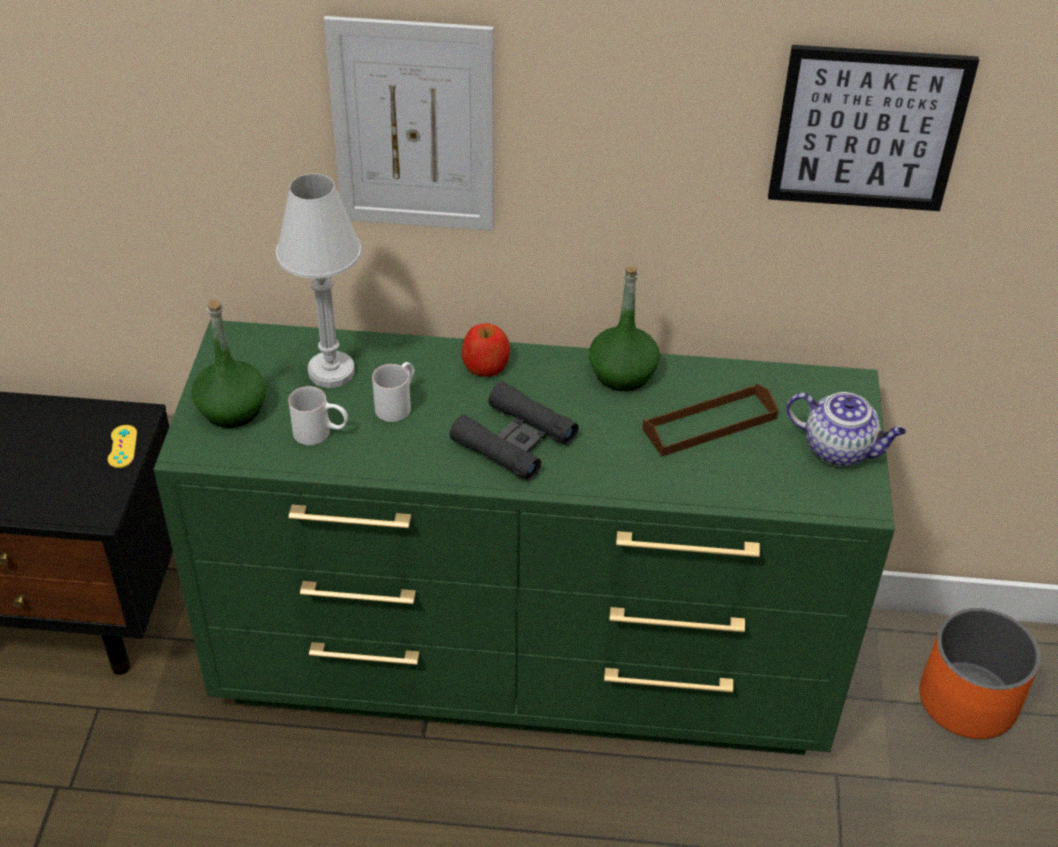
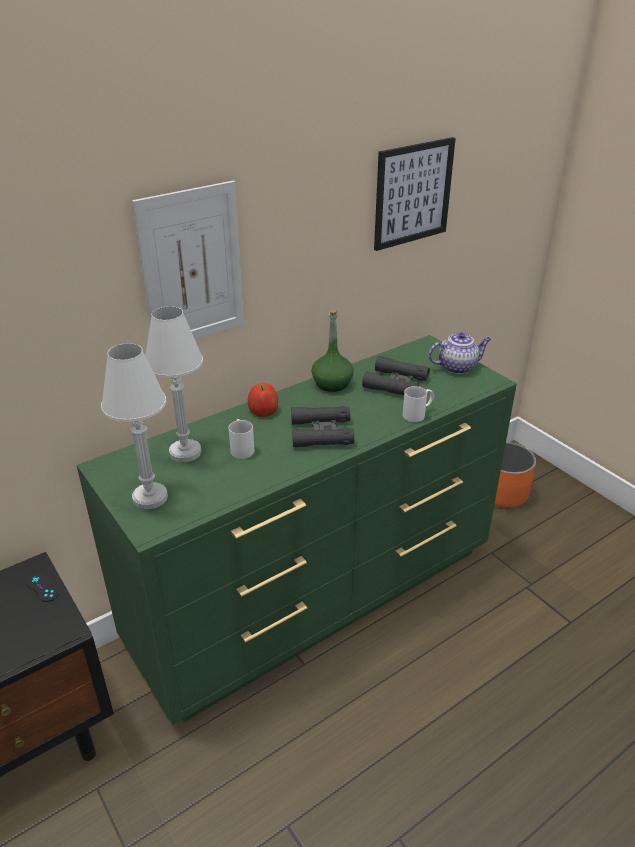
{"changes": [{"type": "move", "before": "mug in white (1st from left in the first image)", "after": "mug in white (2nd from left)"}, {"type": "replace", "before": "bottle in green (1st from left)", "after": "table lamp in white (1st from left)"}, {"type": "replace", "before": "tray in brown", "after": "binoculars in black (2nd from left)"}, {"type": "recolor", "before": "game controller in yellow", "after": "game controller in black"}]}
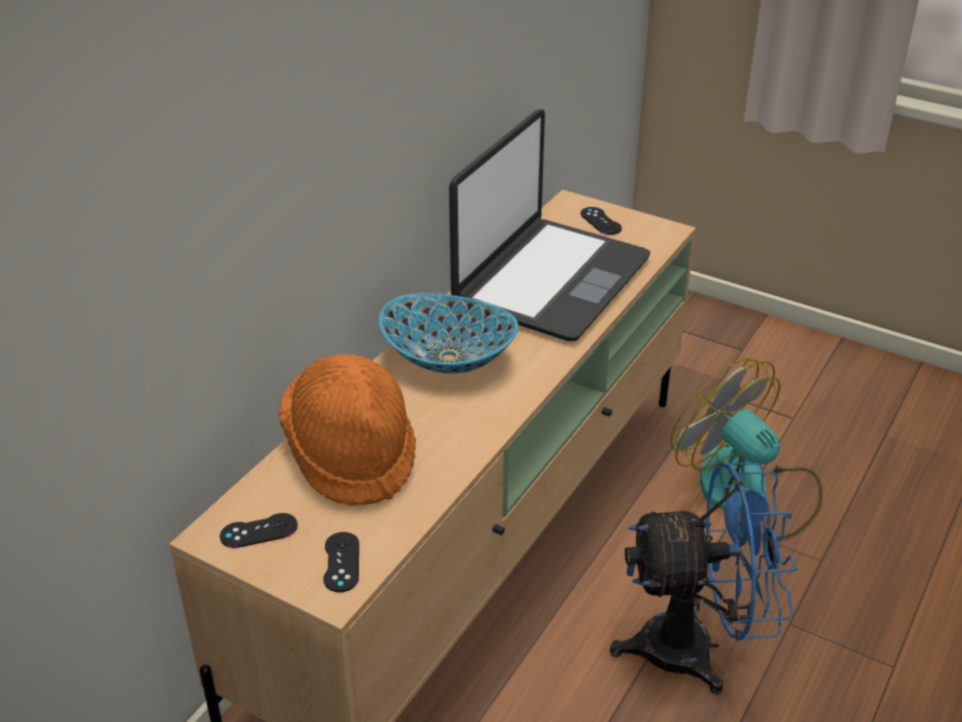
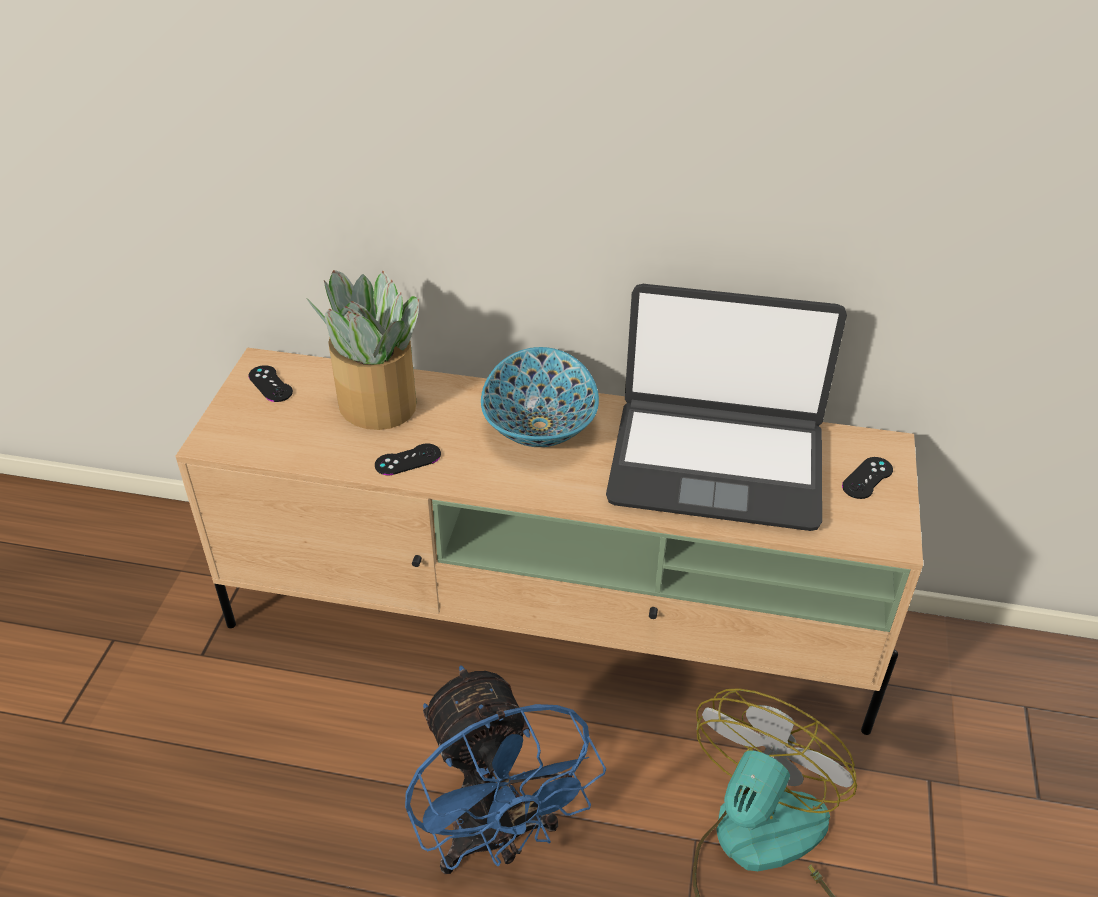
{"changes": [{"type": "move", "before": "game controller in black (2nd from left)"}, {"type": "replace", "before": "hat in orange", "after": "potted plant"}]}
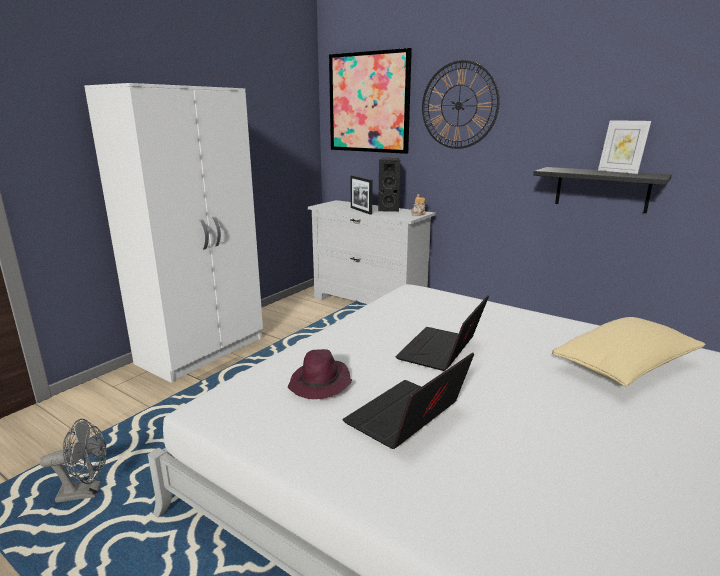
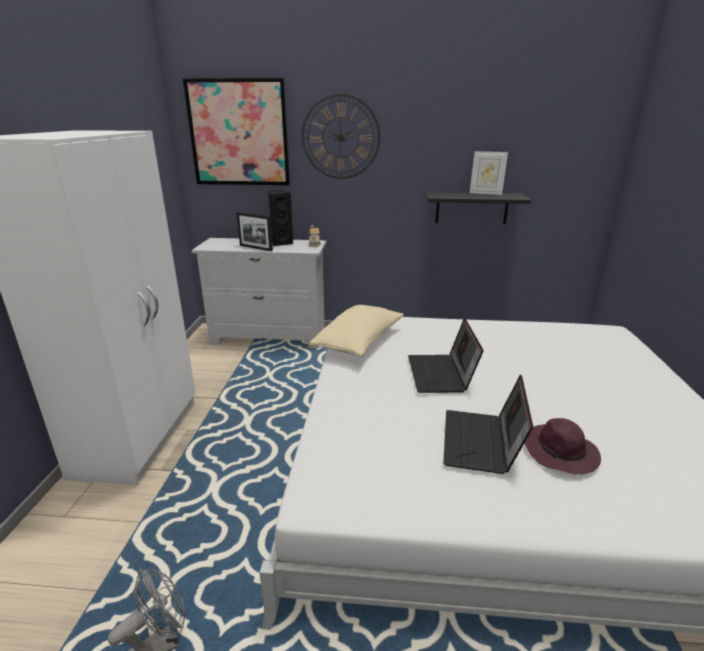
{"changes": [{"type": "move", "before": "hat in purple"}, {"type": "move", "before": "pillow in beige"}]}
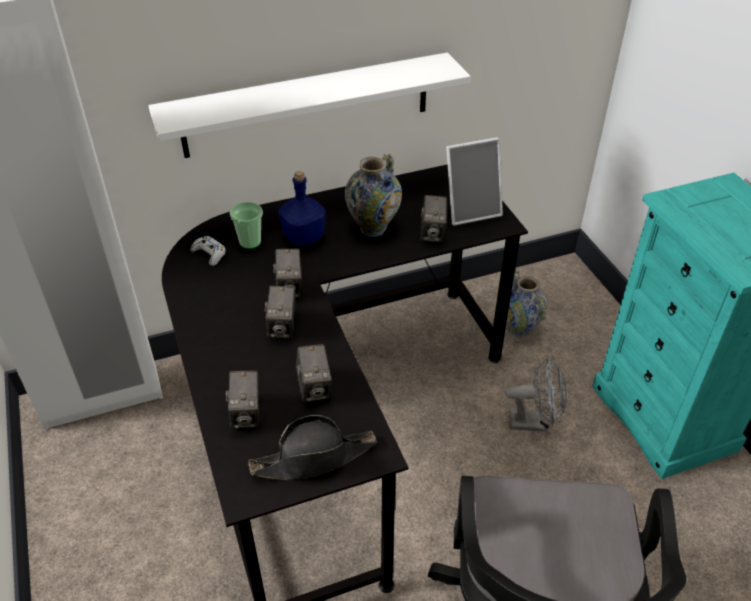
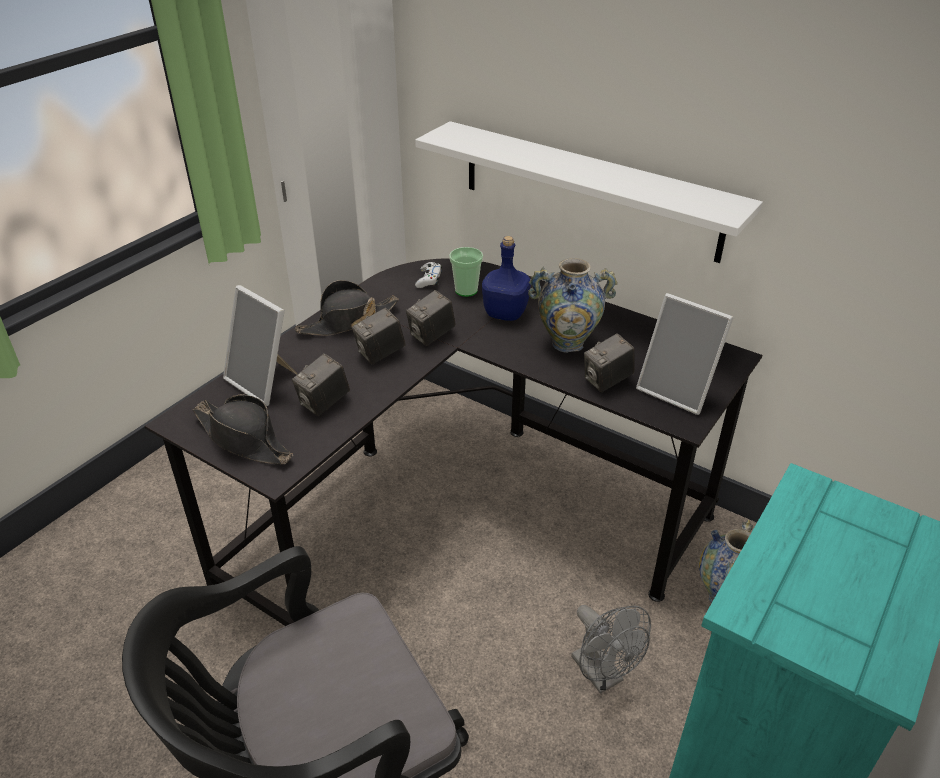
{"changes": [{"type": "insert", "after": "hat in black (2nd from left)"}, {"type": "replace", "before": "photo camera (1st from left)", "after": "picture frame (1st from left)"}]}
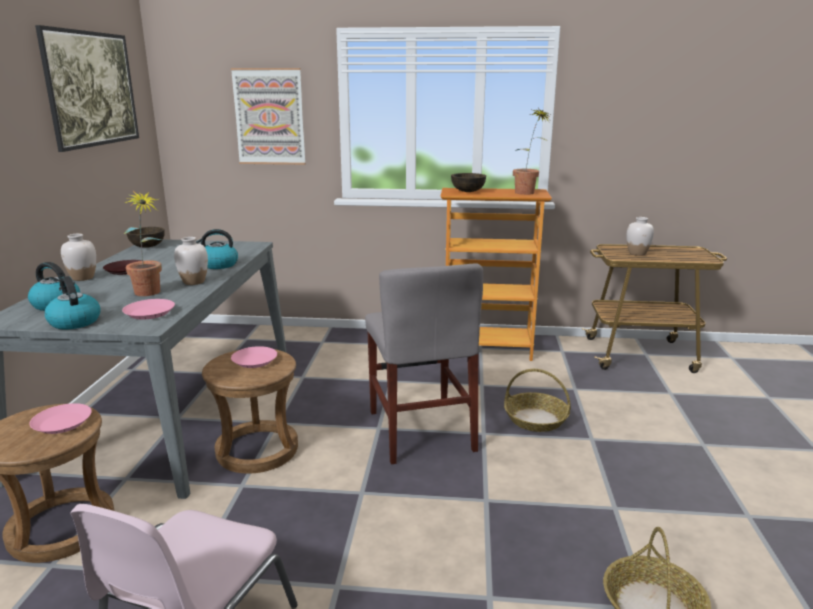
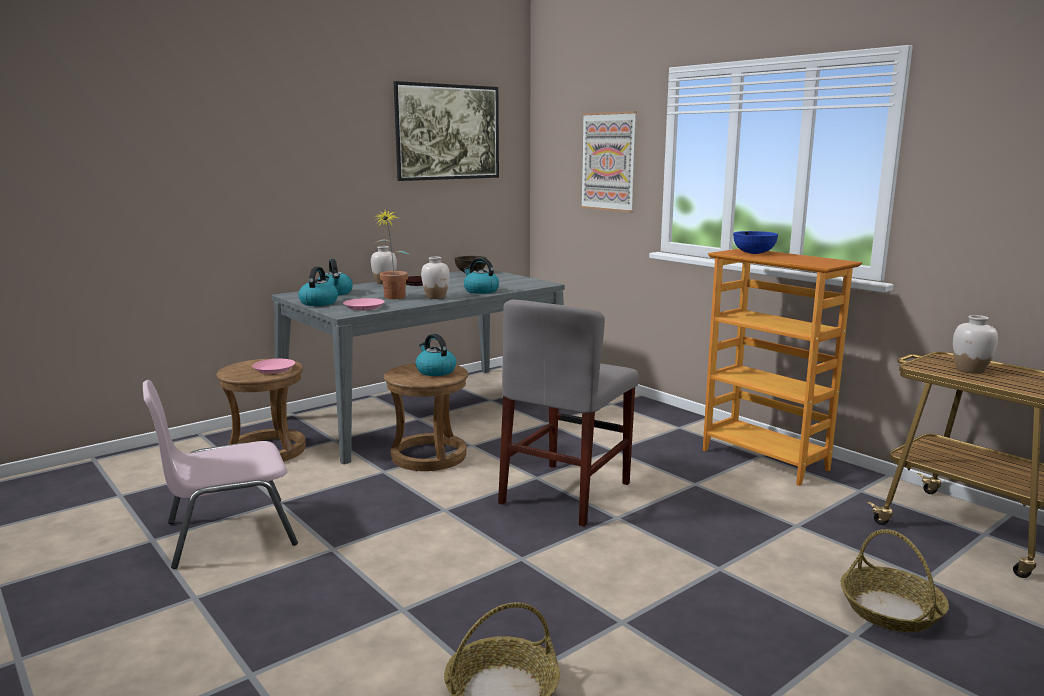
{"changes": [{"type": "delete", "before": "potted plant (2nd from left)"}, {"type": "move", "before": "basket (1st from left in the first image)", "after": "basket (2nd from left)"}, {"type": "replace", "before": "plate in pink (3rd from left)", "after": "kettle (3rd from left)"}, {"type": "recolor", "before": "bowl in brown (2nd from left)", "after": "bowl in blue"}]}
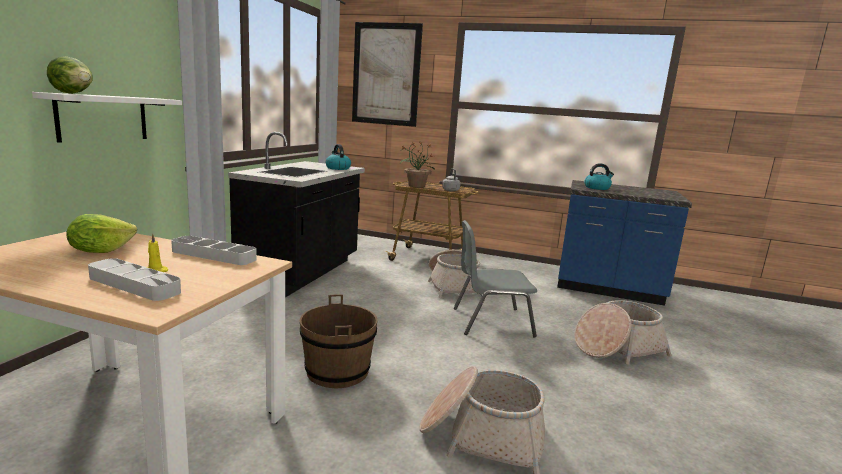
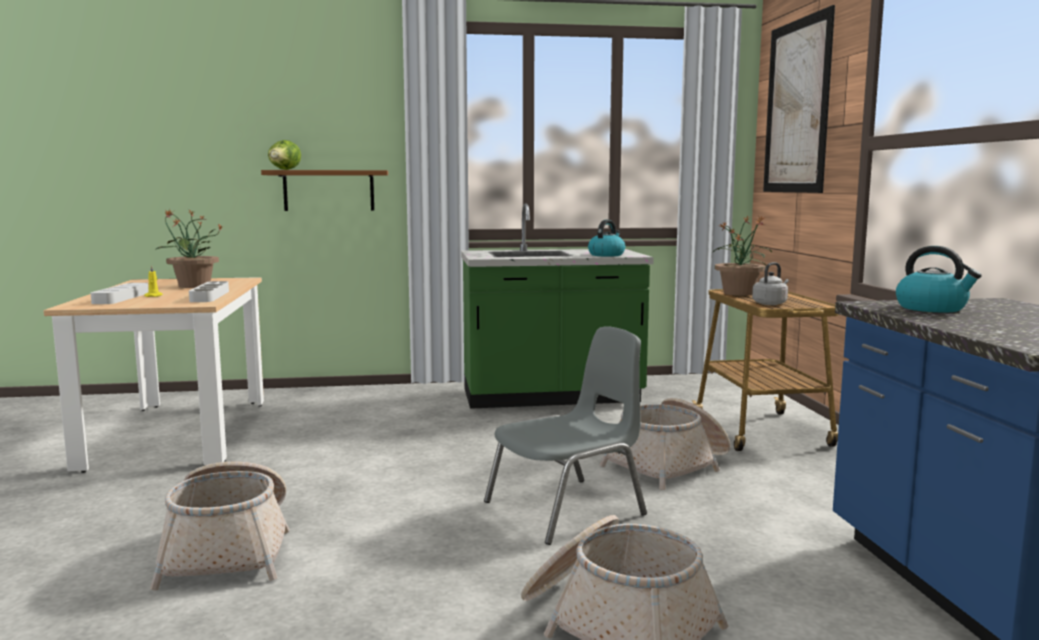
{"changes": [{"type": "delete", "before": "bucket in brown"}, {"type": "replace", "before": "lettuce (2nd from left)", "after": "potted plant (1st from left)"}, {"type": "recolor", "before": "shelf in white", "after": "shelf in brown"}, {"type": "recolor", "before": "counter in black", "after": "counter in green"}, {"type": "rotate", "before": "chair in grey", "turn": 90}]}
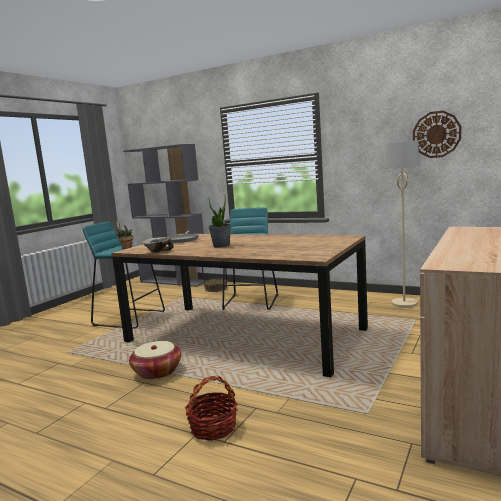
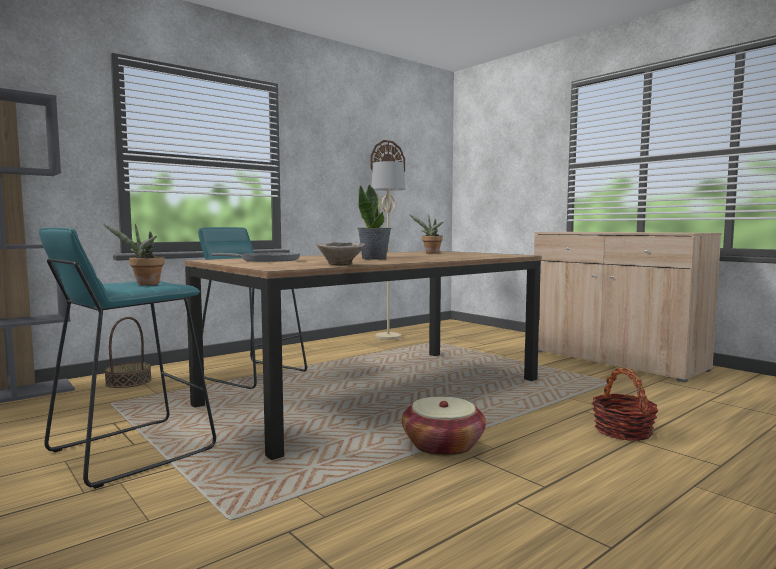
{"changes": [{"type": "insert", "after": "potted plant (3rd from left)"}]}
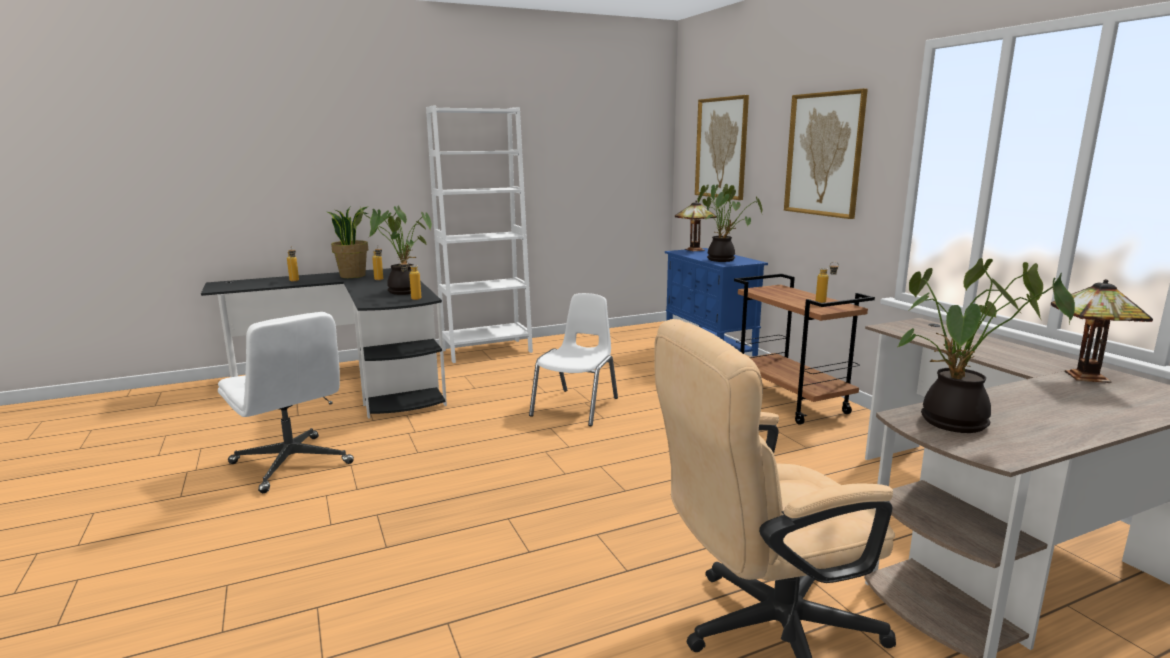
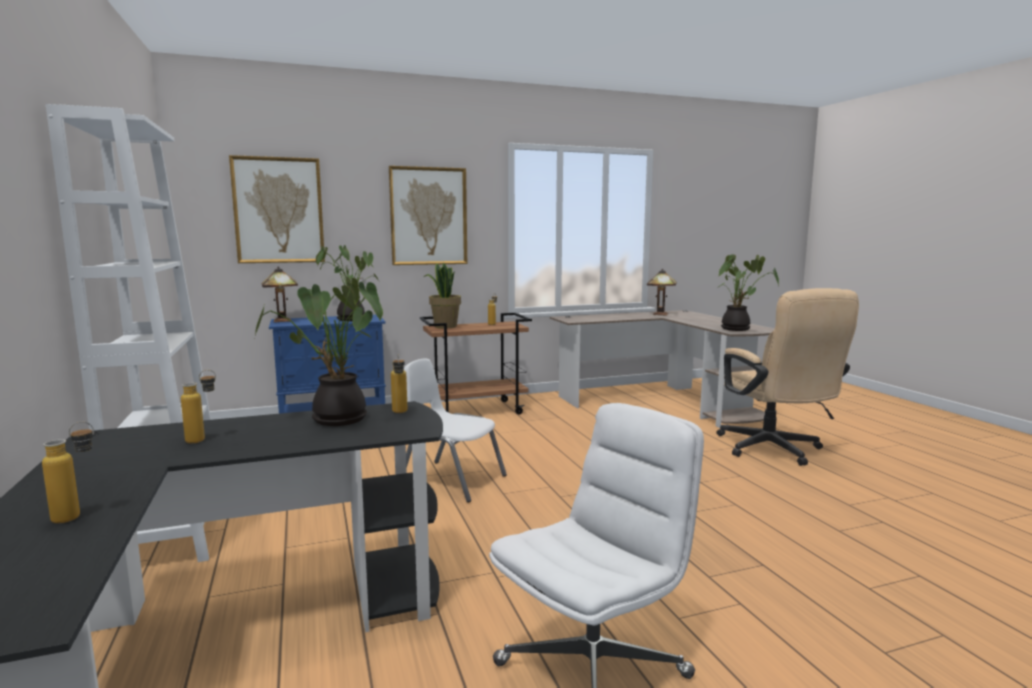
{"changes": [{"type": "move", "before": "potted plant (1st from left in the first image)", "after": "potted plant (3rd from left)"}]}
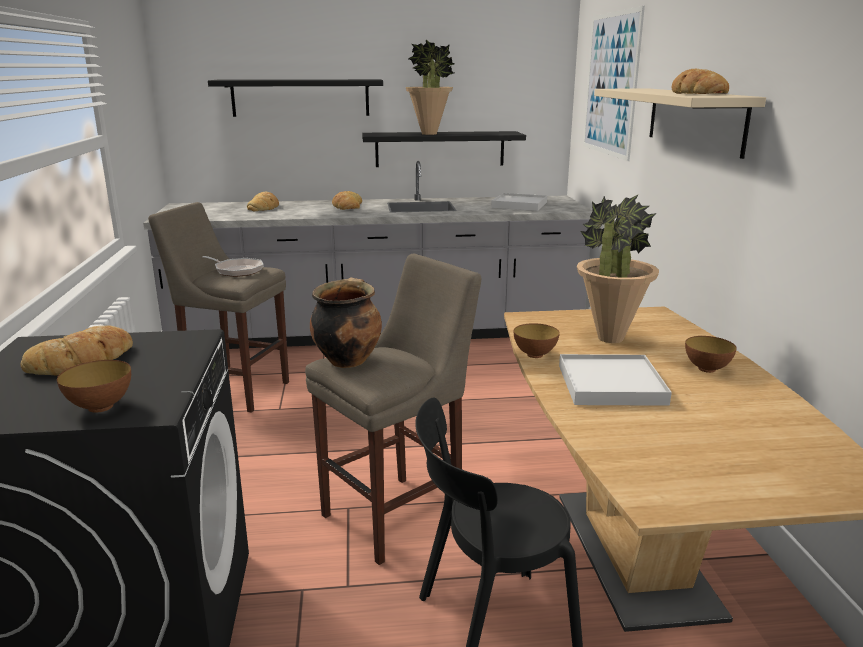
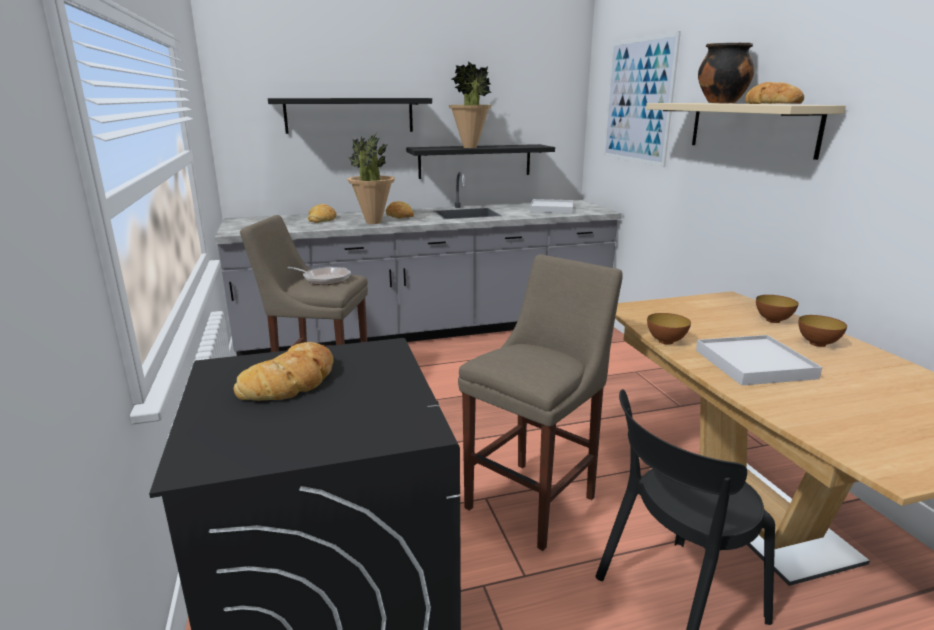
{"changes": [{"type": "move", "before": "bowl (1st from left in the first image)", "after": "bowl (2nd from left)"}, {"type": "move", "before": "cooking pot"}, {"type": "move", "before": "potted plant (2nd from left in the first image)", "after": "potted plant (1st from left)"}]}
